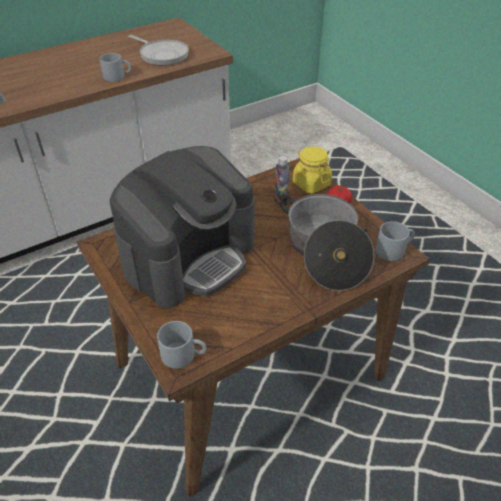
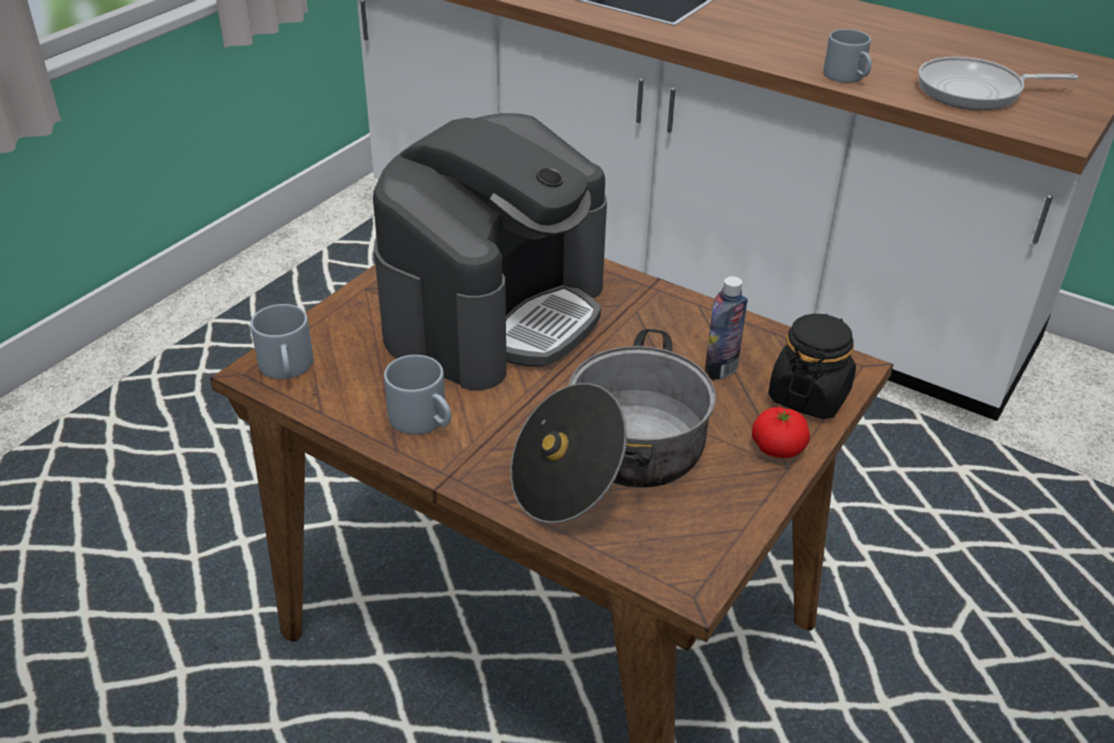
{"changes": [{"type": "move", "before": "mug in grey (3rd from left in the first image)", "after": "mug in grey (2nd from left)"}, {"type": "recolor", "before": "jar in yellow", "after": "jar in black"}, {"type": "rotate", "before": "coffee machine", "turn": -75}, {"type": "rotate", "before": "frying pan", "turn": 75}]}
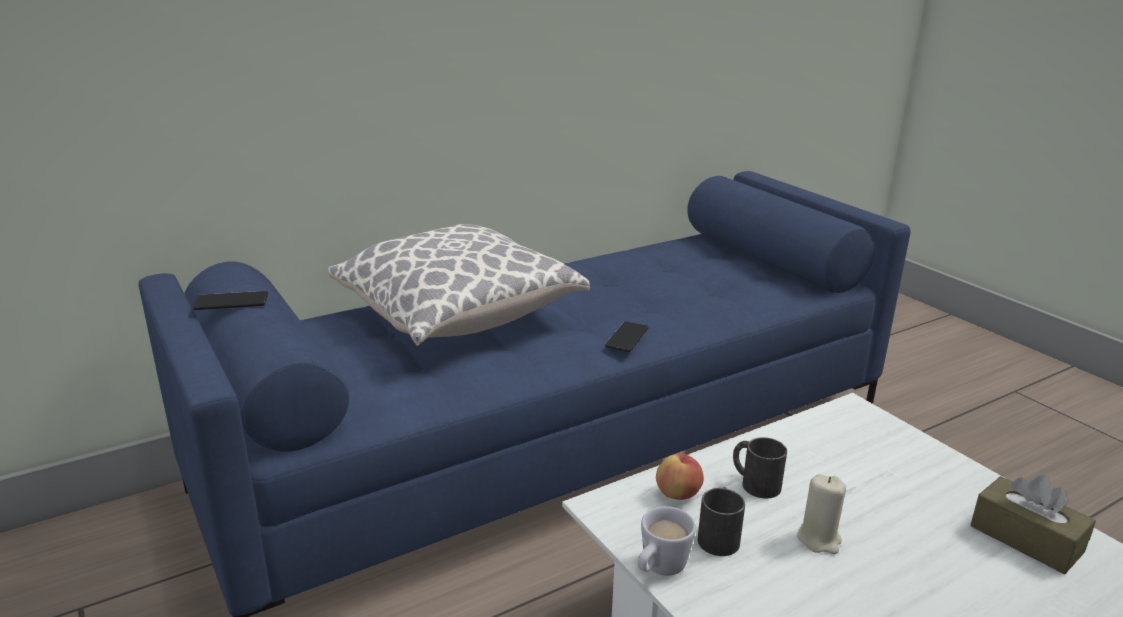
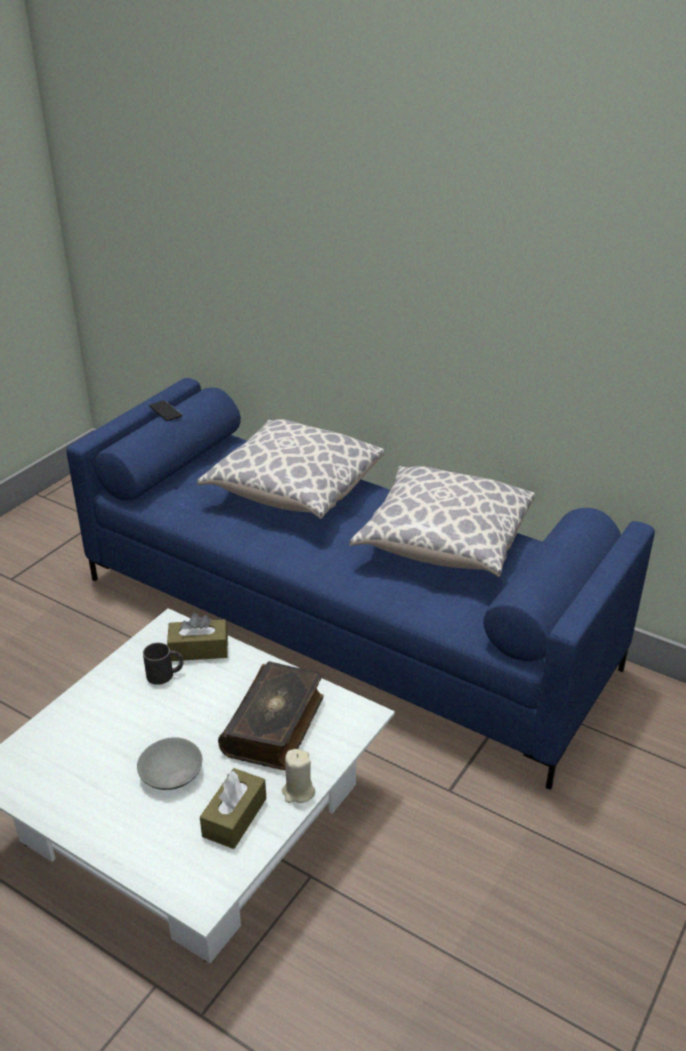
{"changes": [{"type": "delete", "before": "phone (2nd from left)"}, {"type": "delete", "before": "mug in white"}, {"type": "delete", "before": "mug in black (2nd from left)"}, {"type": "insert", "after": "bowl in grey"}, {"type": "insert", "after": "book"}, {"type": "insert", "after": "pillow (2nd from left)"}, {"type": "move", "before": "candle in beige"}, {"type": "replace", "before": "apple", "after": "tissue box in brown (1st from left)"}]}
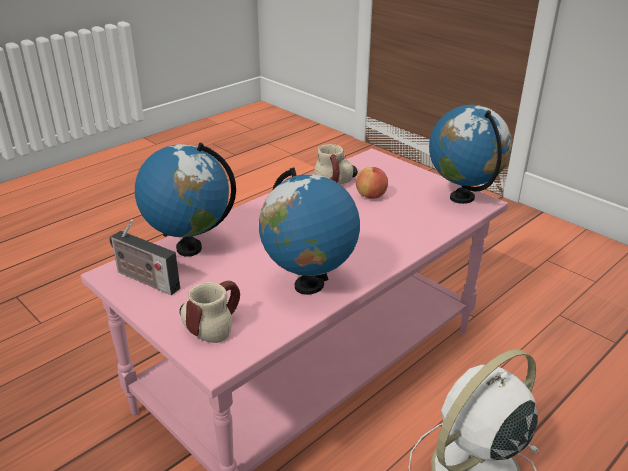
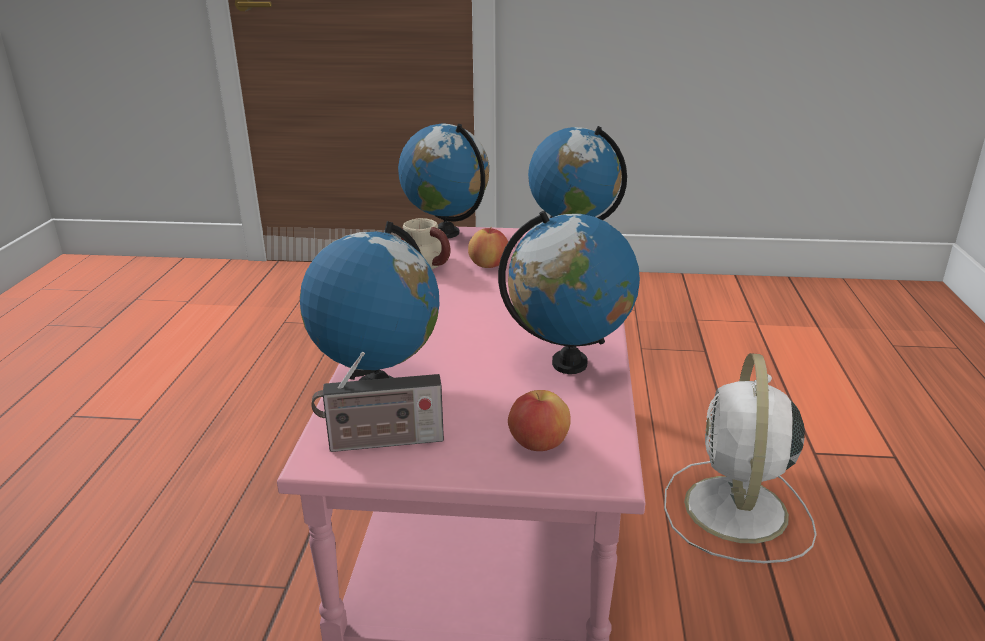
{"changes": [{"type": "insert", "after": "globe (2nd from left)"}, {"type": "replace", "before": "mug (1st from left)", "after": "apple (2nd from left)"}]}
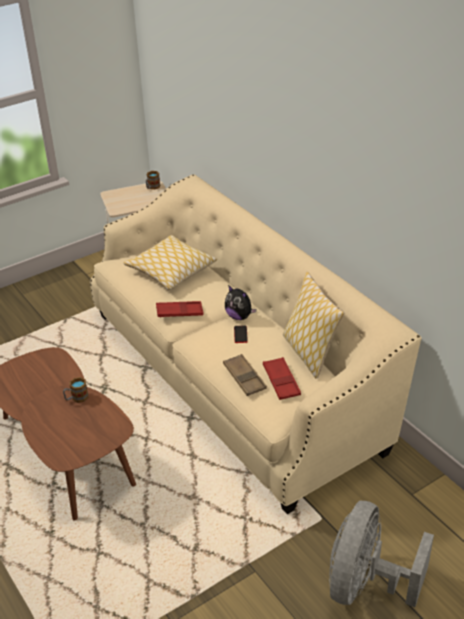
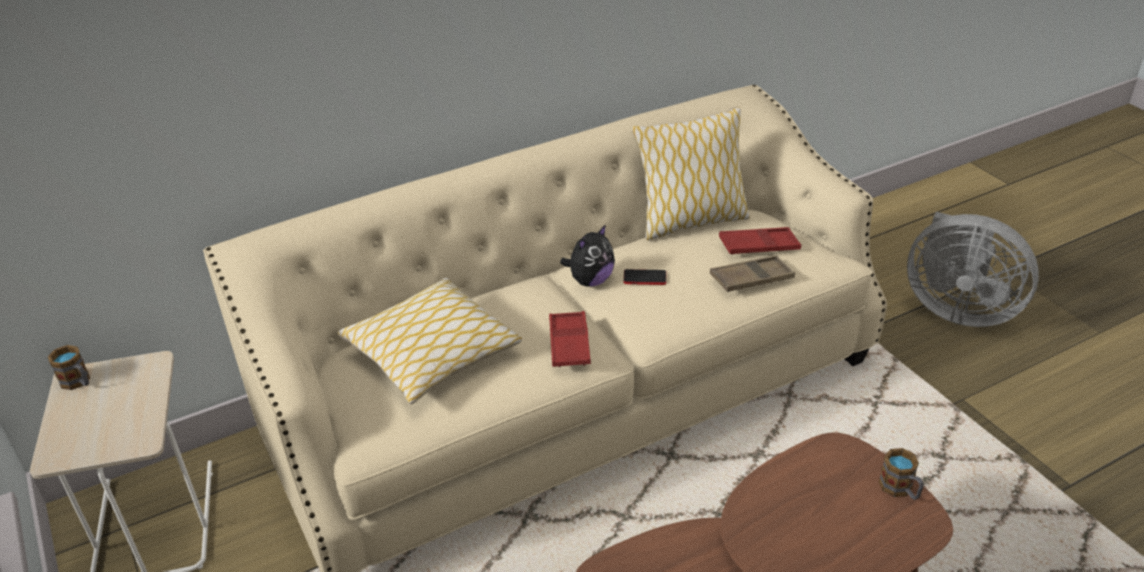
{"changes": [{"type": "move", "before": "mug (1st from left in the first image)", "after": "mug (2nd from left)"}]}
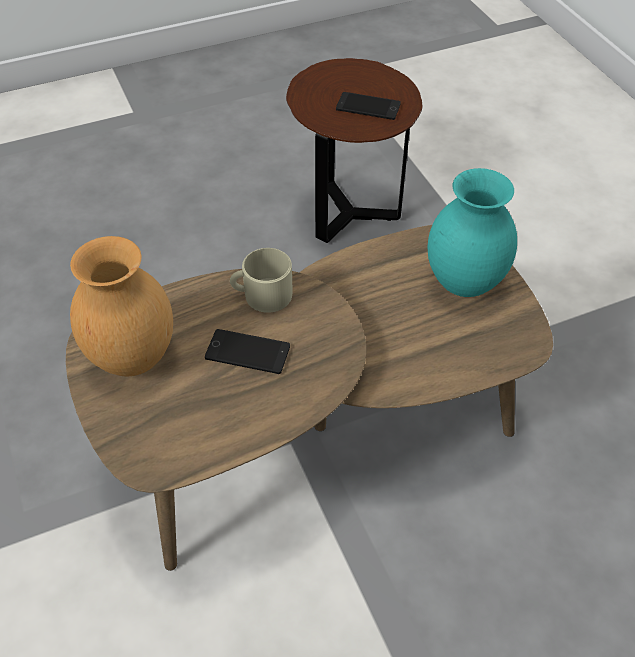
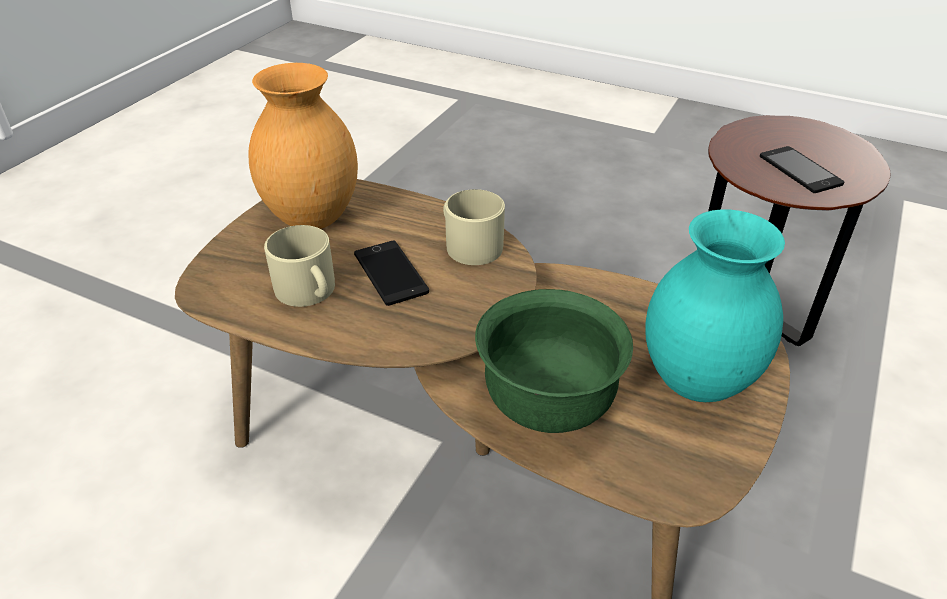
{"changes": [{"type": "insert", "after": "mug in beige (1st from left)"}, {"type": "insert", "after": "bowl in green"}]}
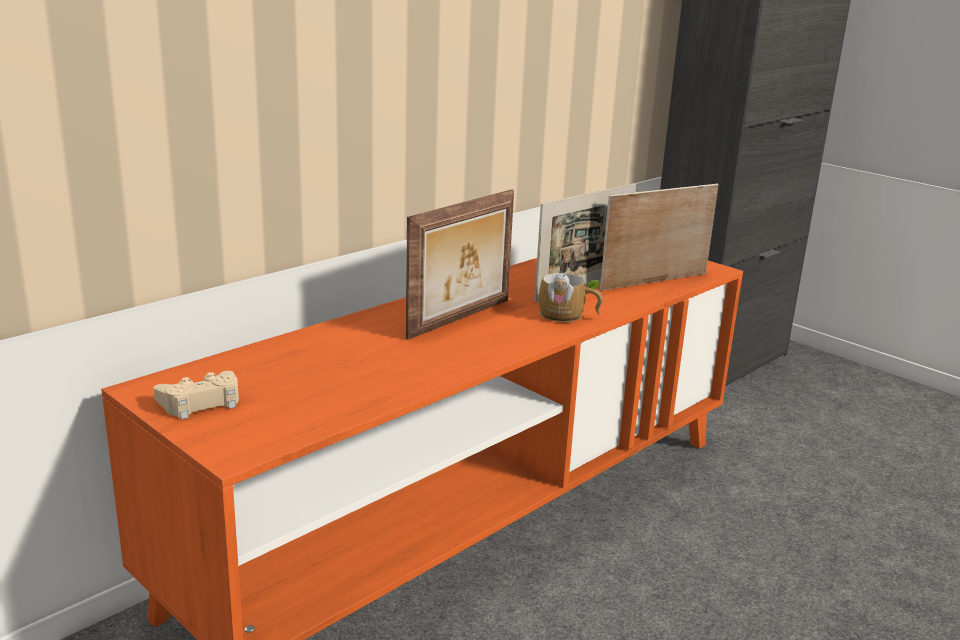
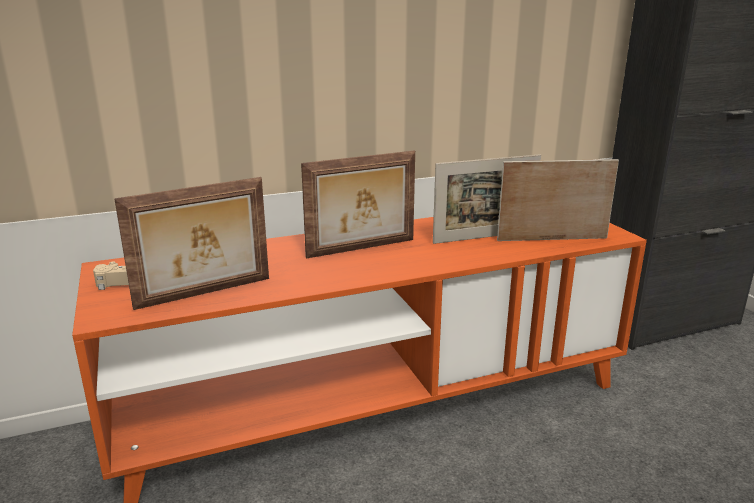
{"changes": [{"type": "delete", "before": "mug"}, {"type": "insert", "after": "picture frame (1st from left)"}]}
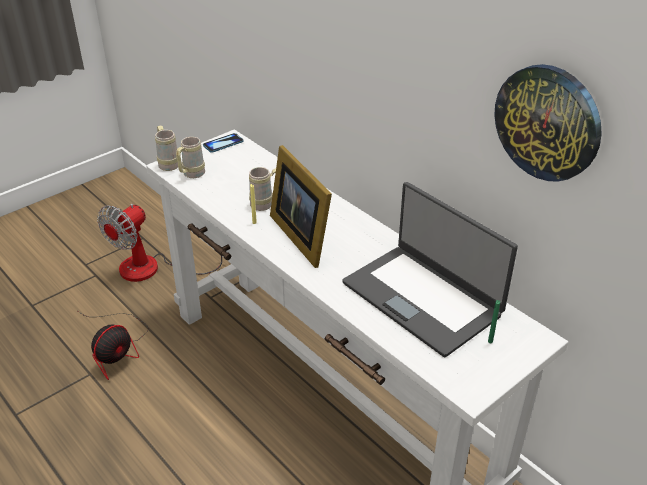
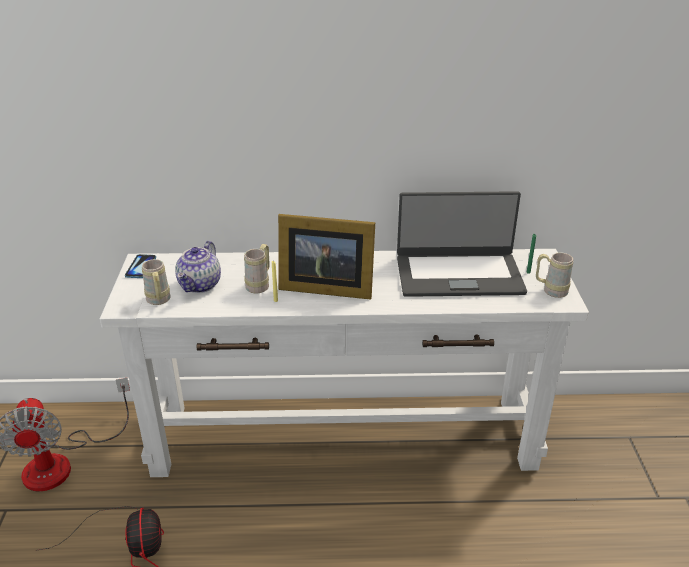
{"changes": [{"type": "delete", "before": "wall clock"}, {"type": "insert", "after": "teapot"}, {"type": "move", "before": "mug in beige (1st from left in the first image)", "after": "mug in beige (3rd from left)"}]}
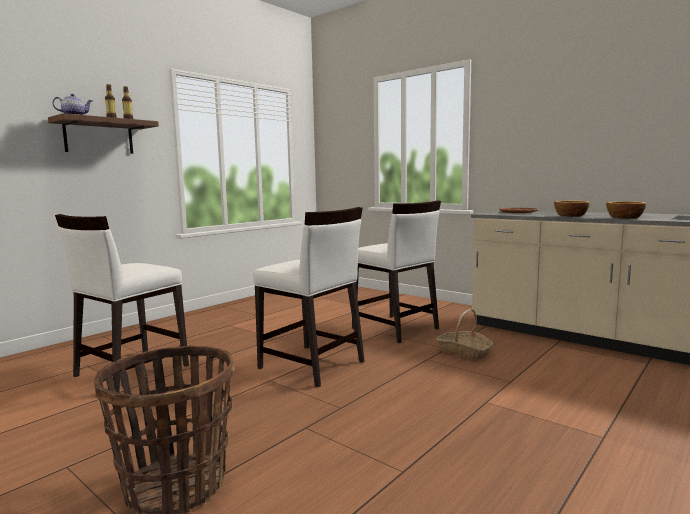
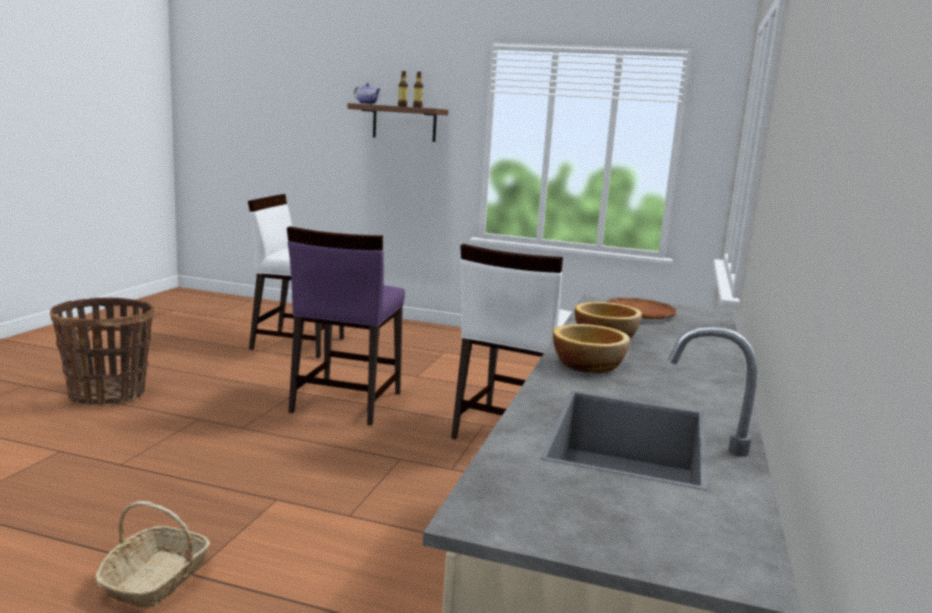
{"changes": [{"type": "move", "before": "basket (2nd from left)"}, {"type": "recolor", "before": "chair in white (2nd from left)", "after": "chair in purple"}]}
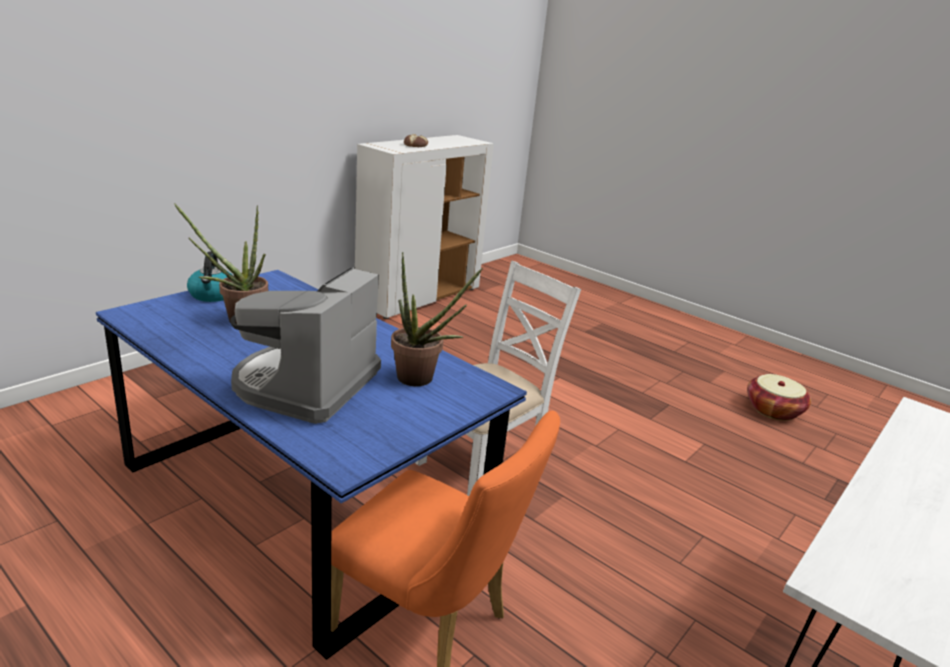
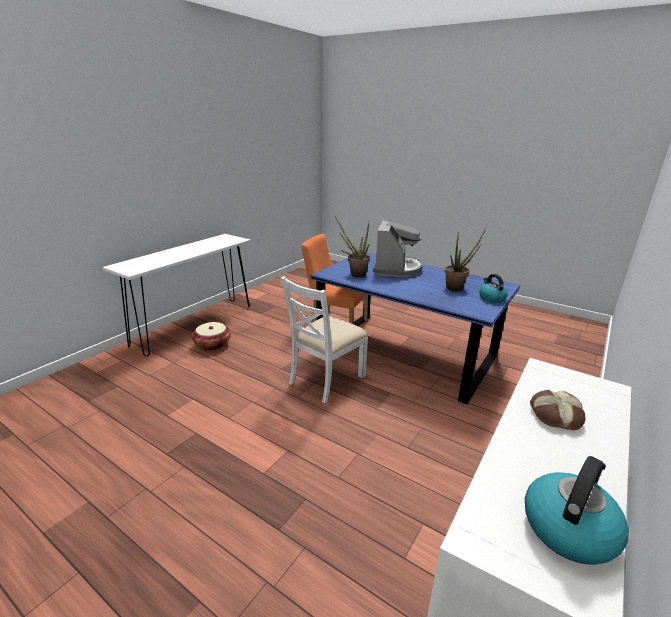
{"changes": [{"type": "insert", "after": "kettle (2nd from left)"}, {"type": "move", "before": "basket"}]}
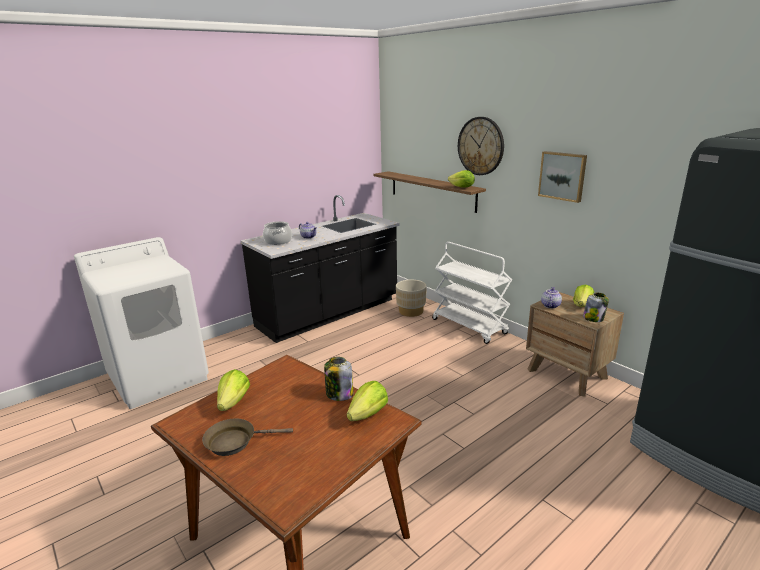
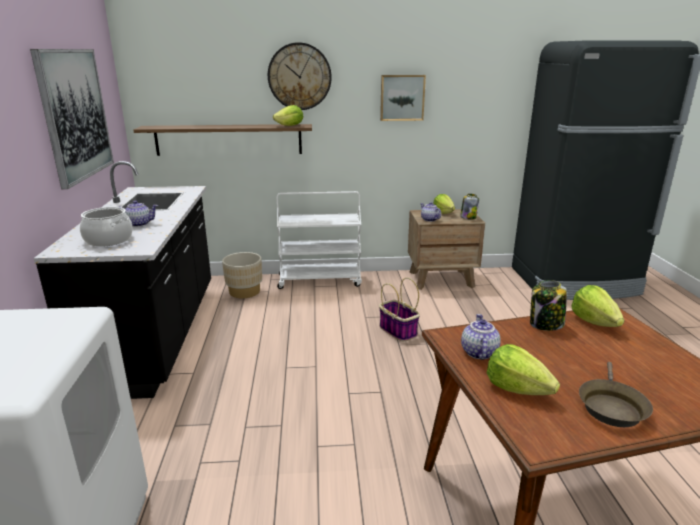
{"changes": [{"type": "insert", "after": "picture (1st from left)"}, {"type": "insert", "after": "basket"}, {"type": "insert", "after": "teapot (3rd from left)"}]}
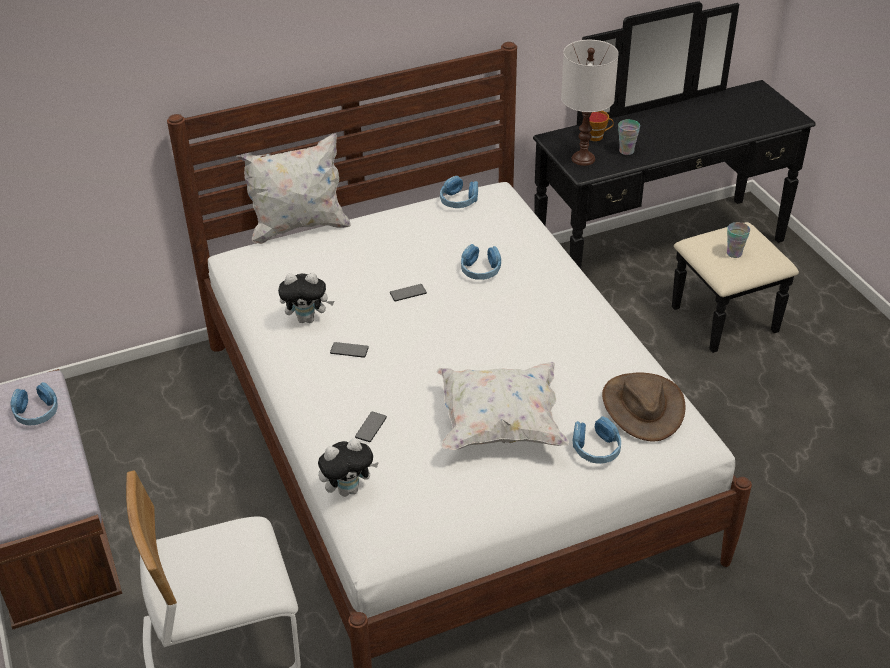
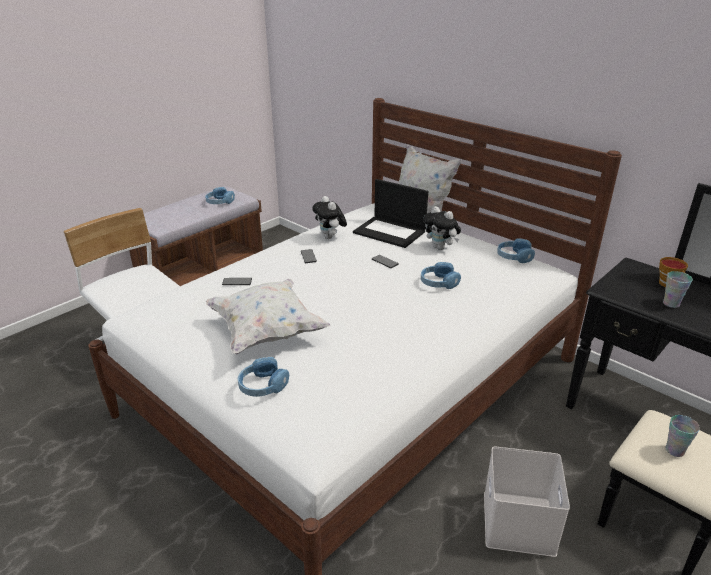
{"changes": [{"type": "delete", "before": "table lamp in white"}, {"type": "delete", "before": "hat in brown"}, {"type": "insert", "after": "laptop"}, {"type": "insert", "after": "storage box in white"}, {"type": "move", "before": "plush toy (2nd from left)"}]}
